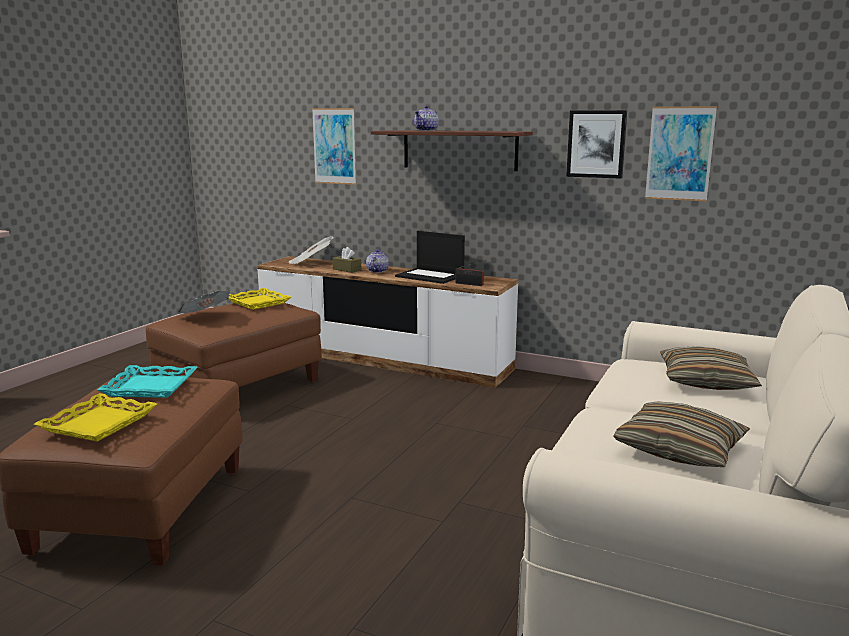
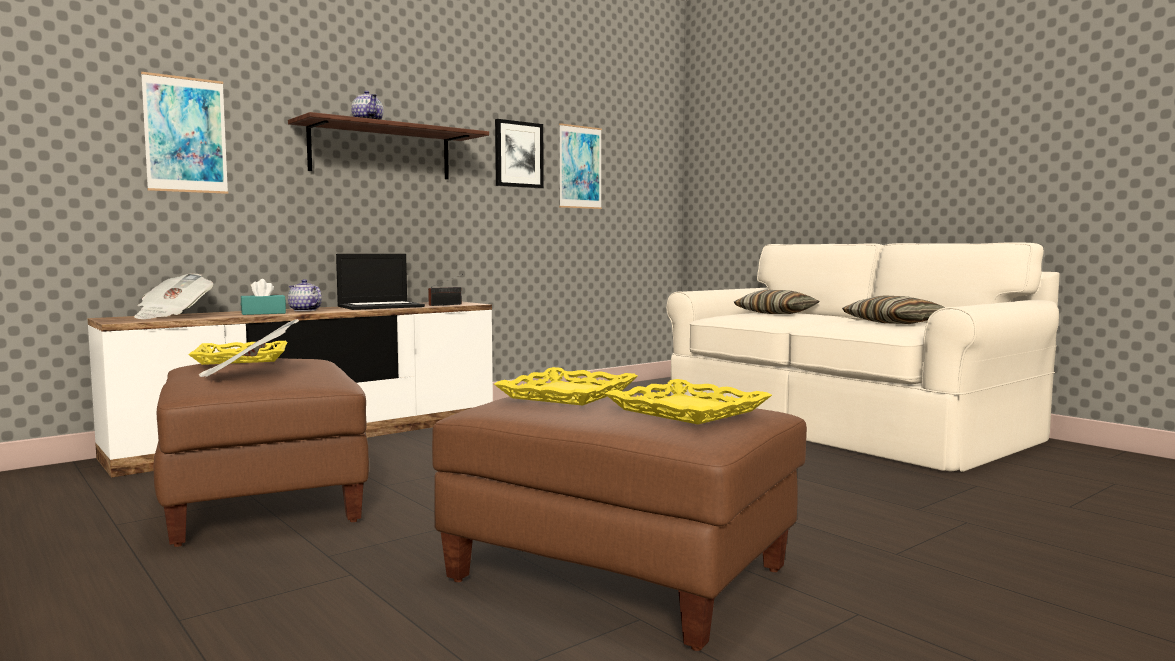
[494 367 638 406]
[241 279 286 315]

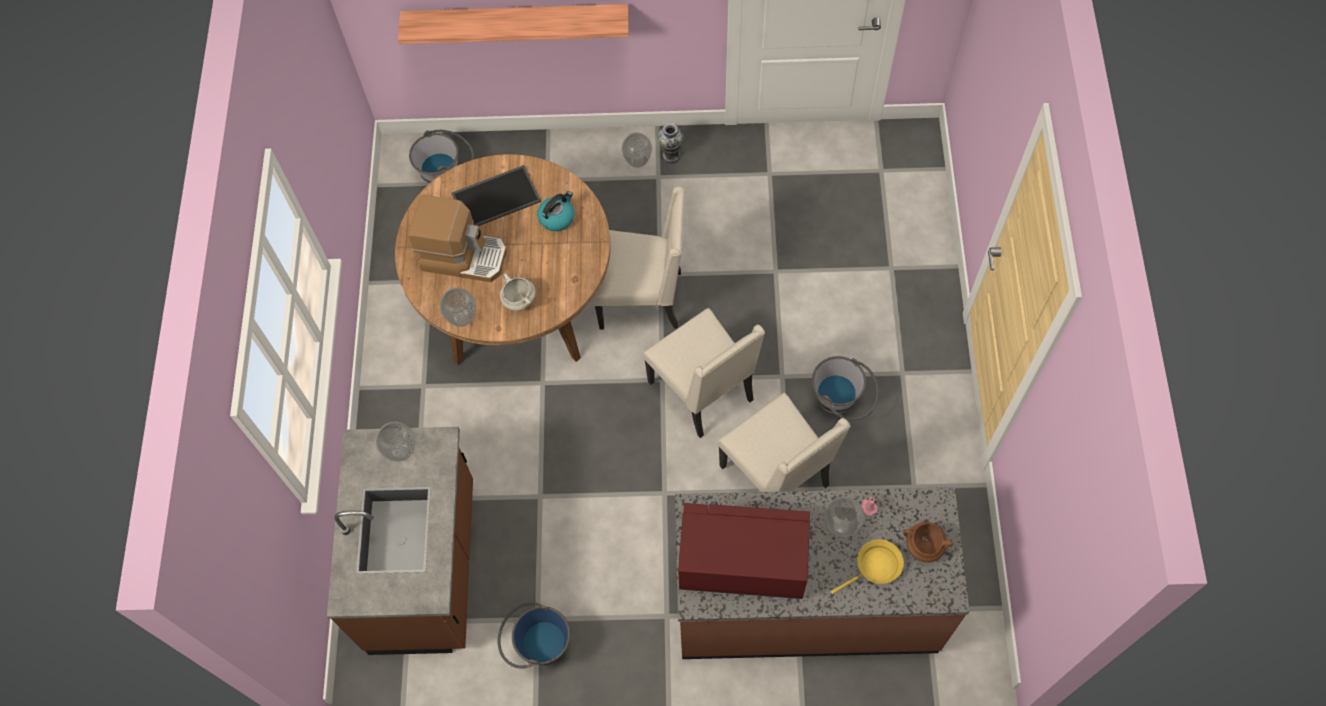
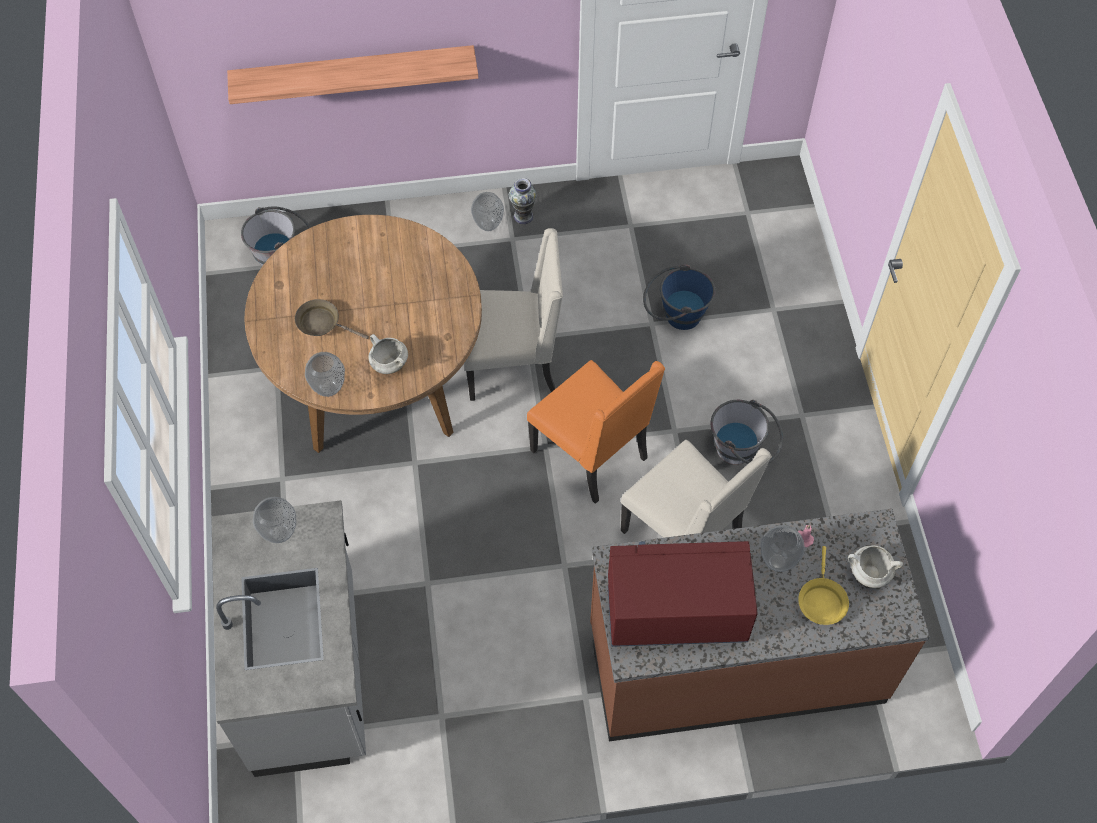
[212 500 366 777]
[295 299 369 339]
[451 165 541 226] (first image)
[643 264 715 330]
[537 191 574 231] (first image)
[527 360 665 504]
[798 546 849 625]
[848 545 903 588]

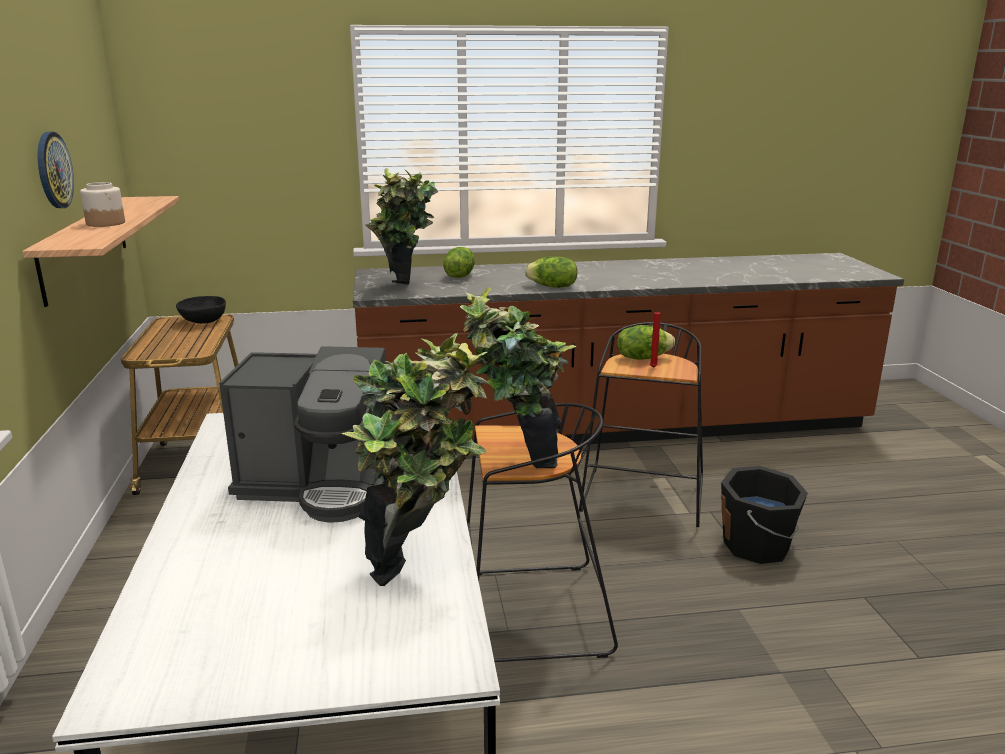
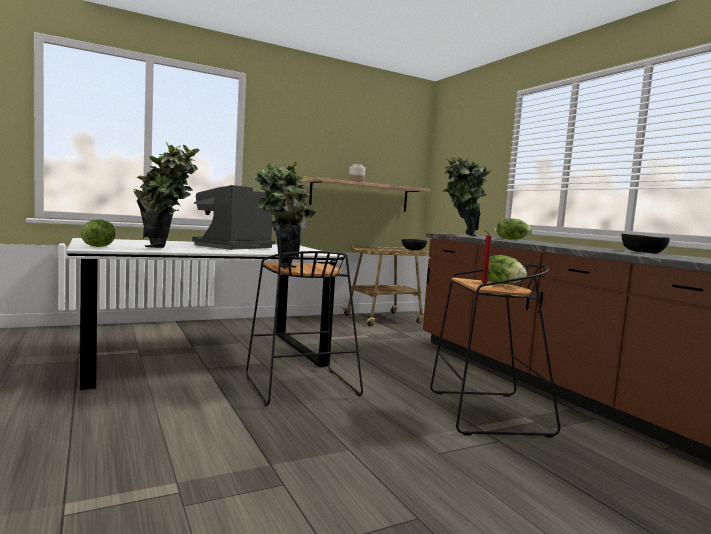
[38 132 74 208] (first image)
[192 185 275 250]
[81 219 116 247]
[721 466 808 564] (first image)
[622 234 670 254]

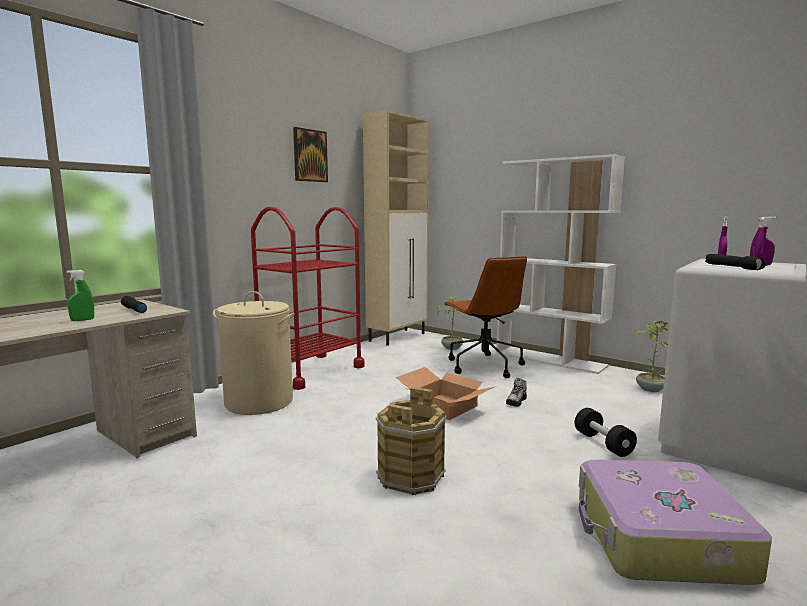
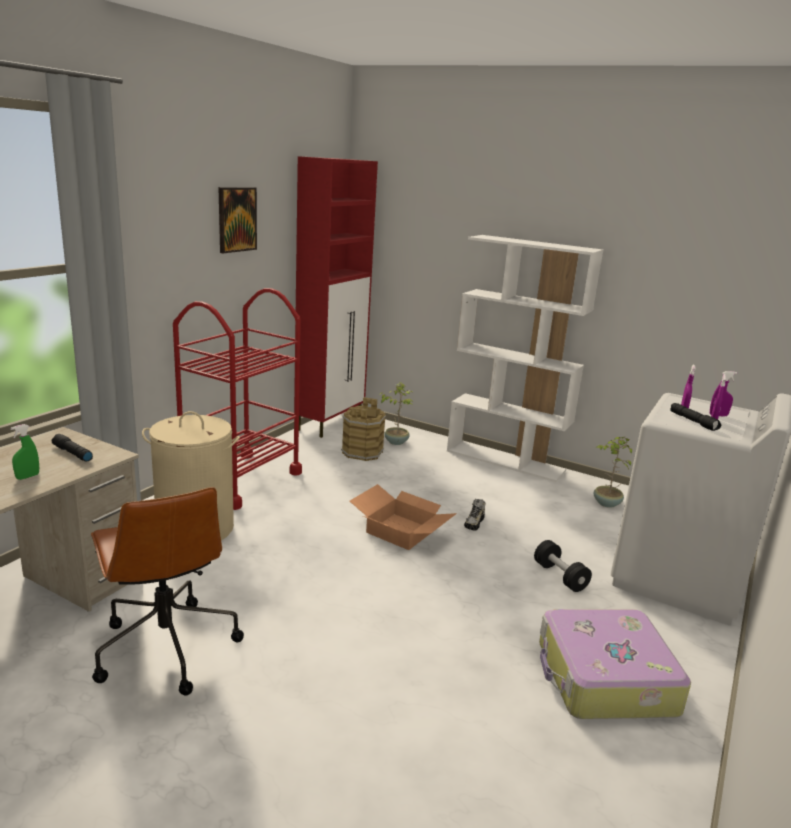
[294 156 378 438]
[341 397 386 461]
[91 487 244 696]

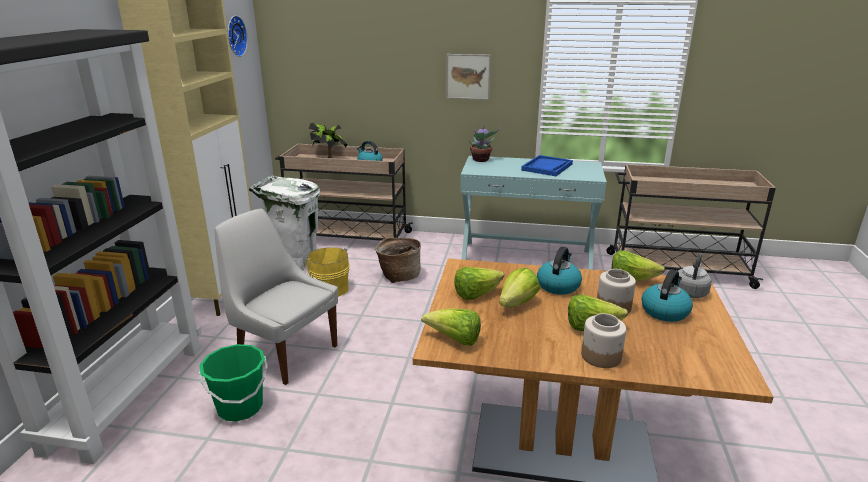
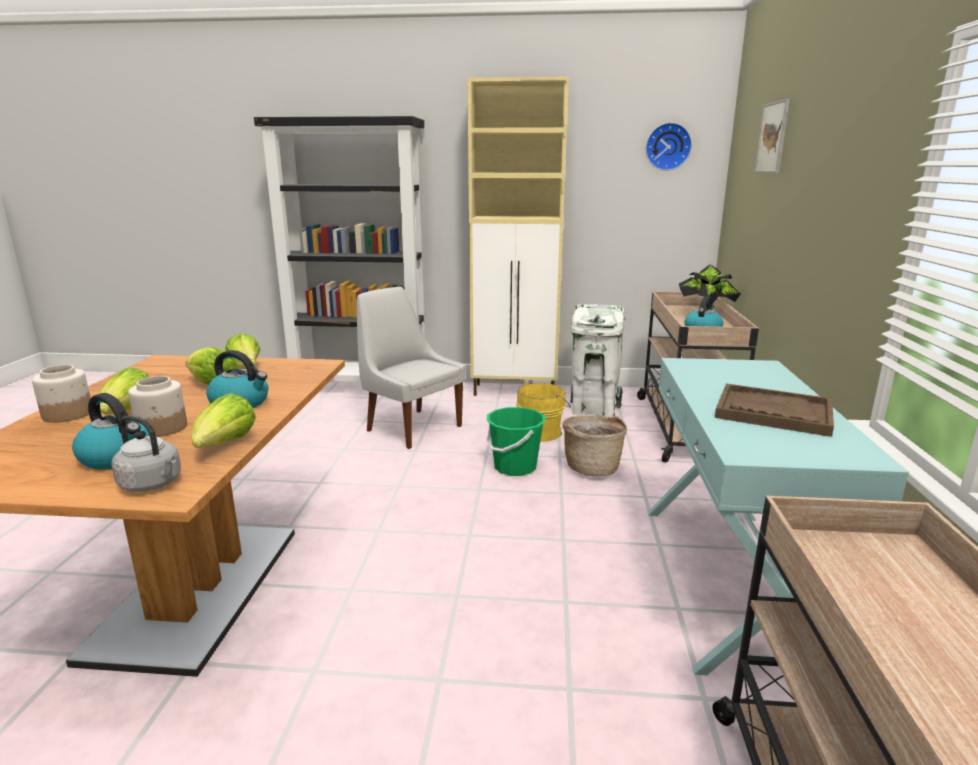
[486 407 546 476]
[357 287 466 449]
[421 308 481 346] (first image)
[755 99 790 173]
[469 124 500 162] (first image)
[715 383 834 437]

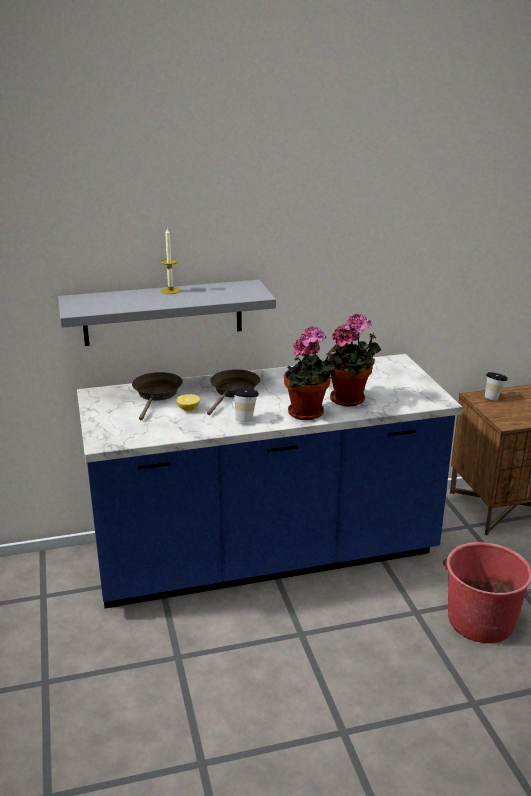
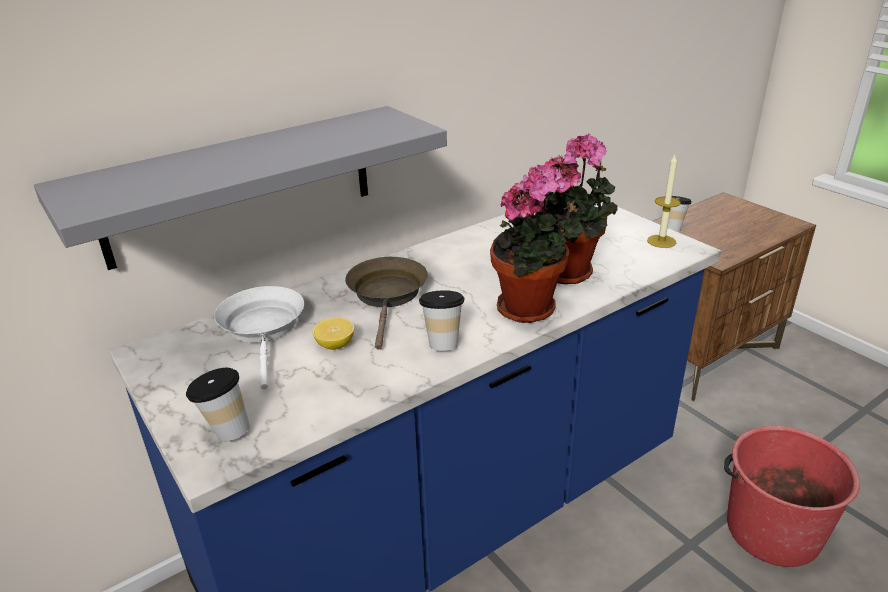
[214 286 304 390]
[647 155 681 248]
[186 368 250 441]

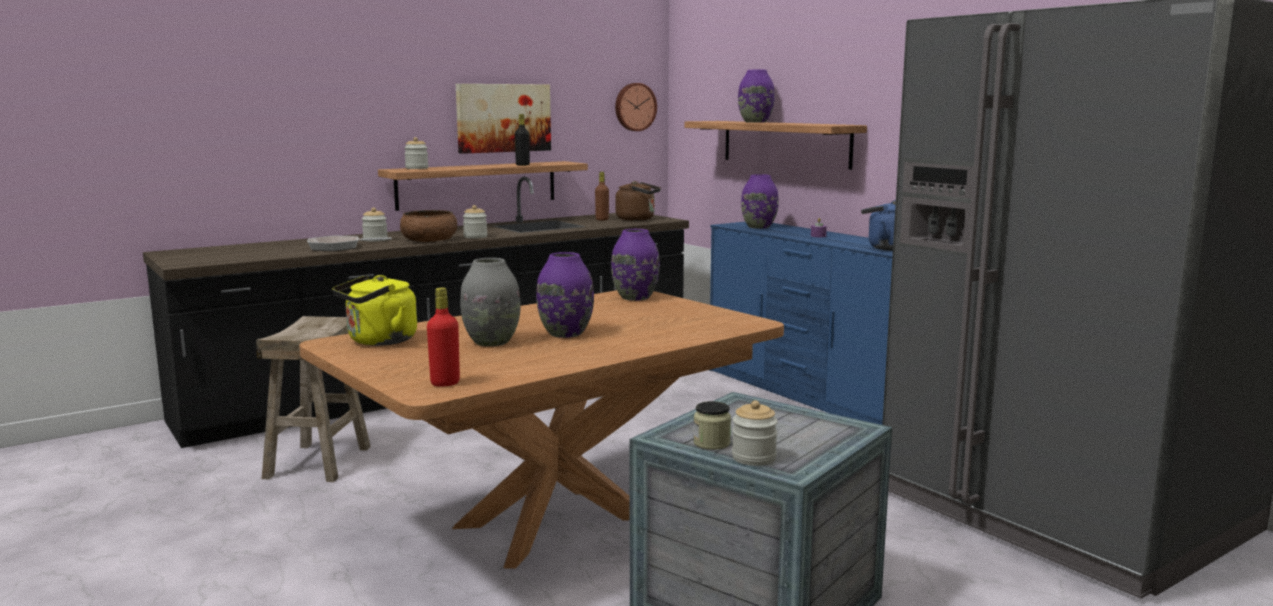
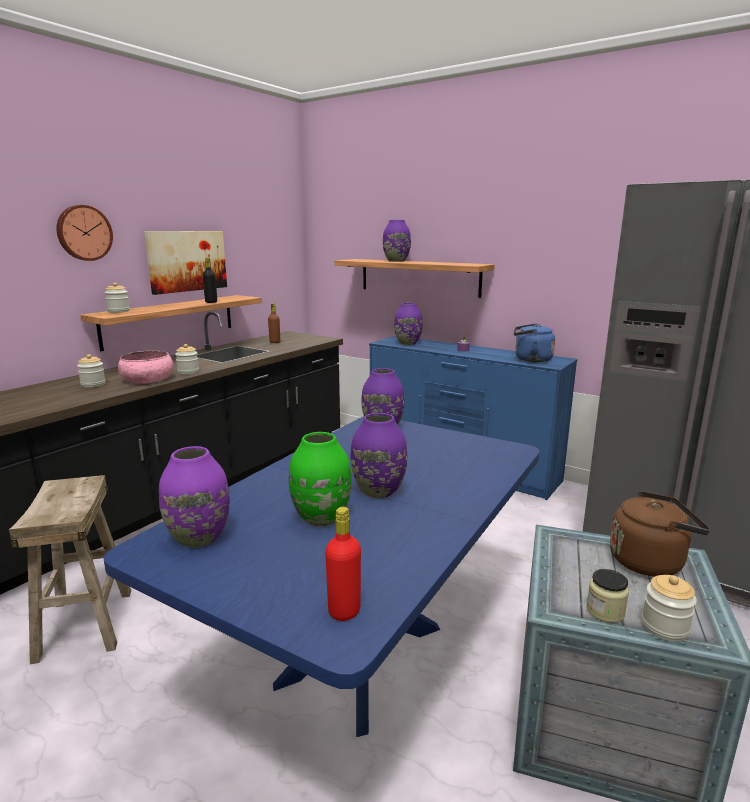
[103 416 540 737]
[307 235 392 251] (first image)
[159 446 230 548]
[118 351 174 384]
[289 432 352 527]
[56 205 113 261]
[610 491 710 577]

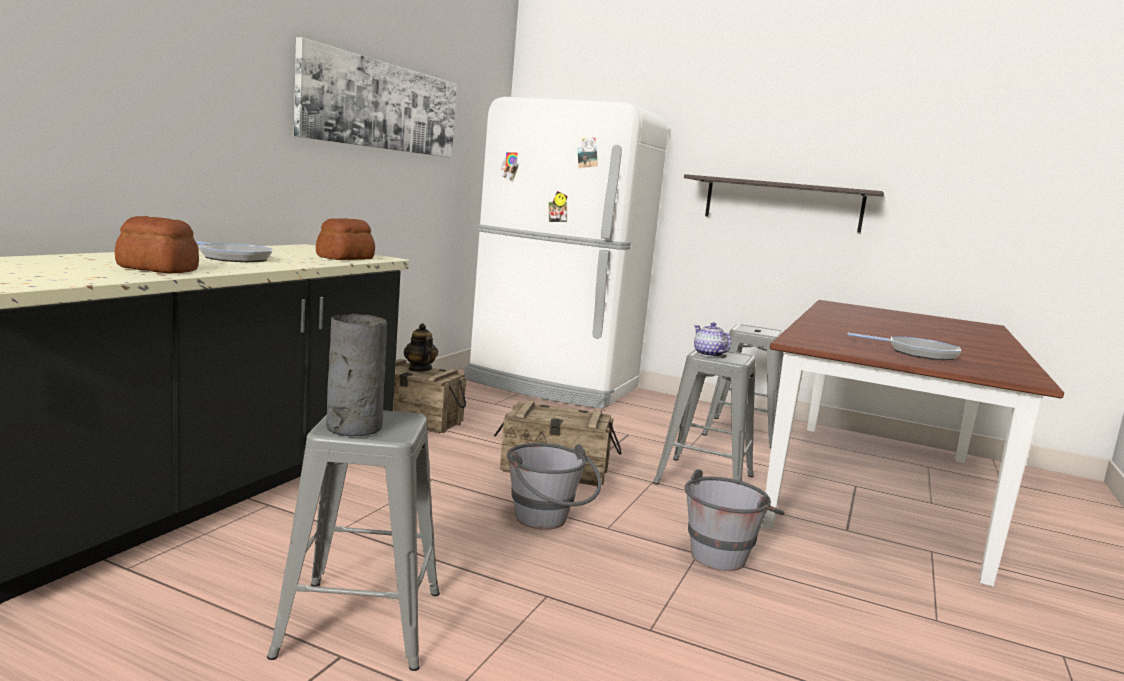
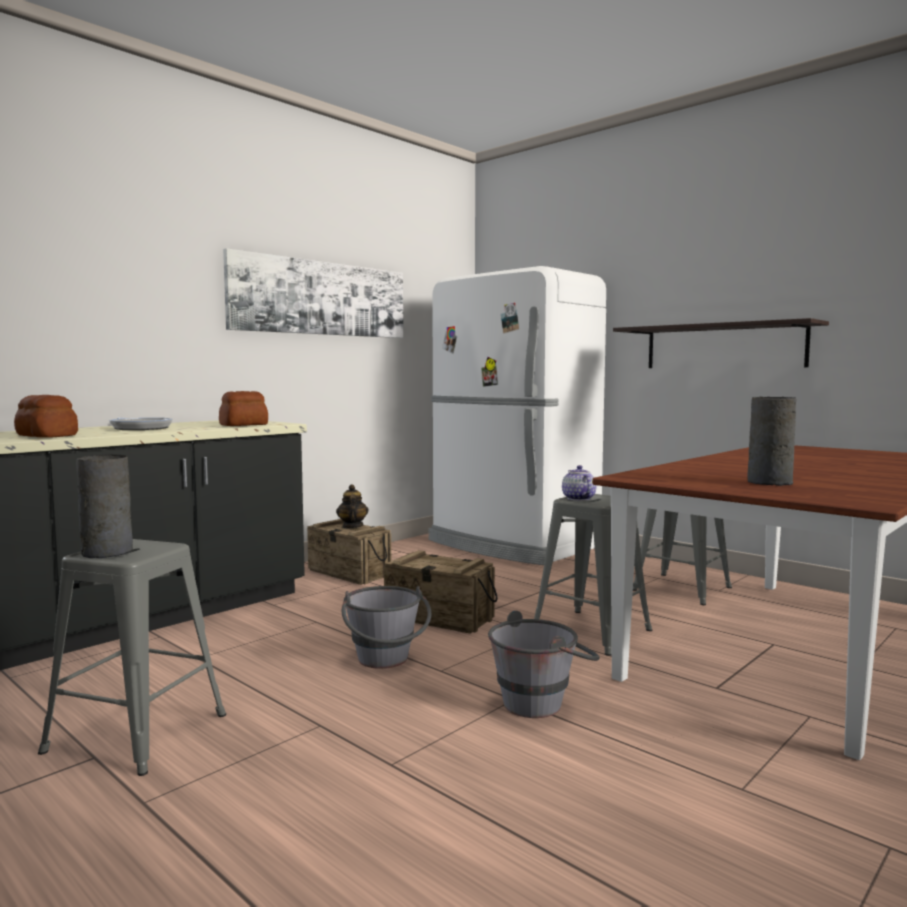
[748 397 797 486]

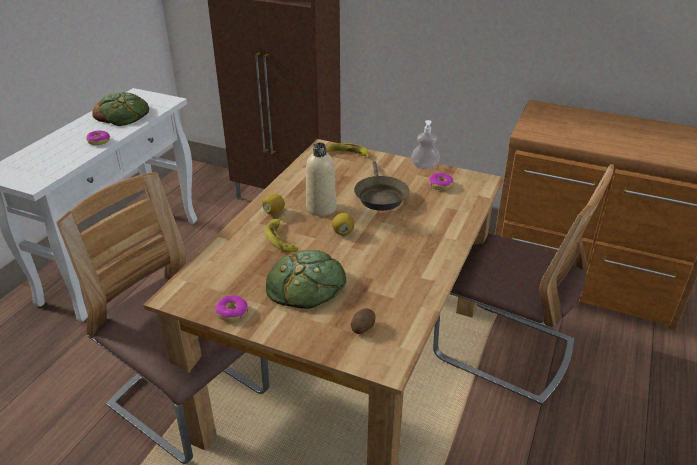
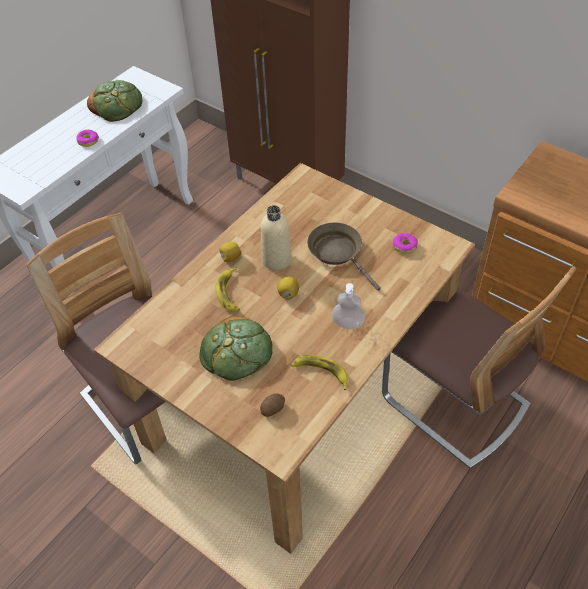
[215 295 248 322] (first image)
[291 355 348 390]
[307 222 381 291]
[332 283 365 329]

